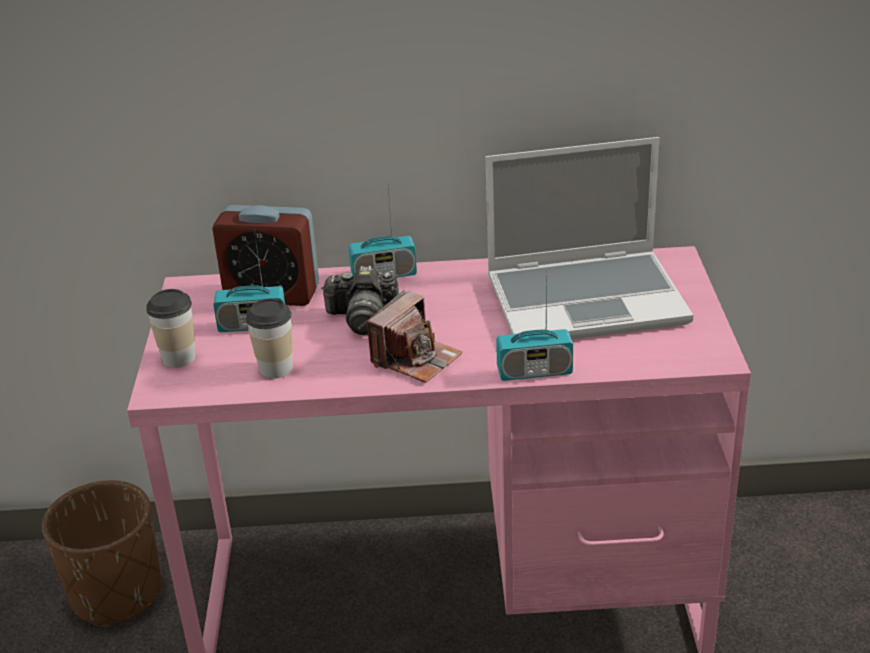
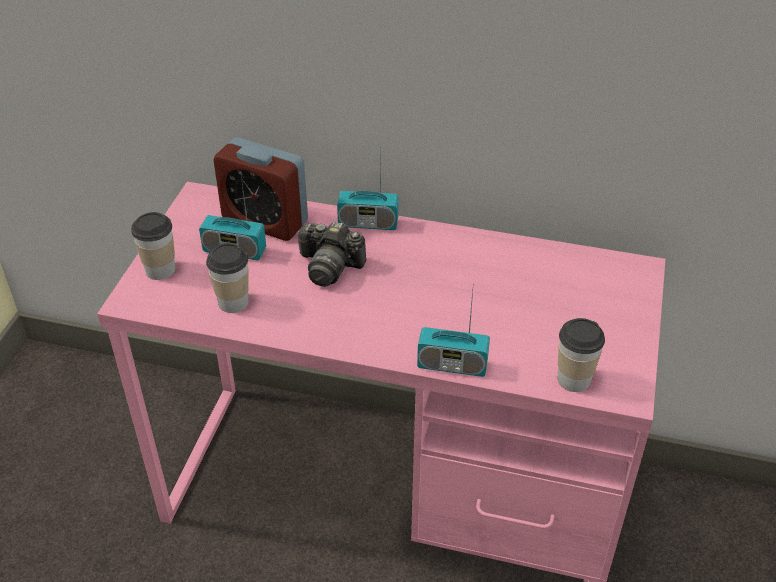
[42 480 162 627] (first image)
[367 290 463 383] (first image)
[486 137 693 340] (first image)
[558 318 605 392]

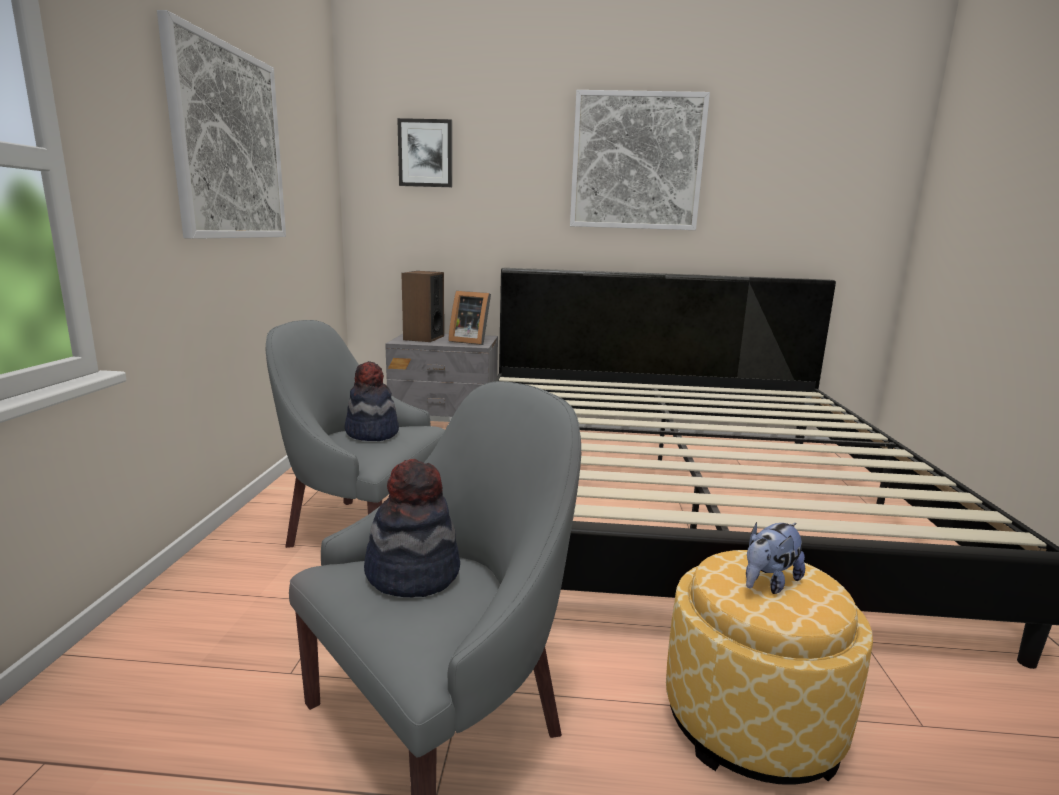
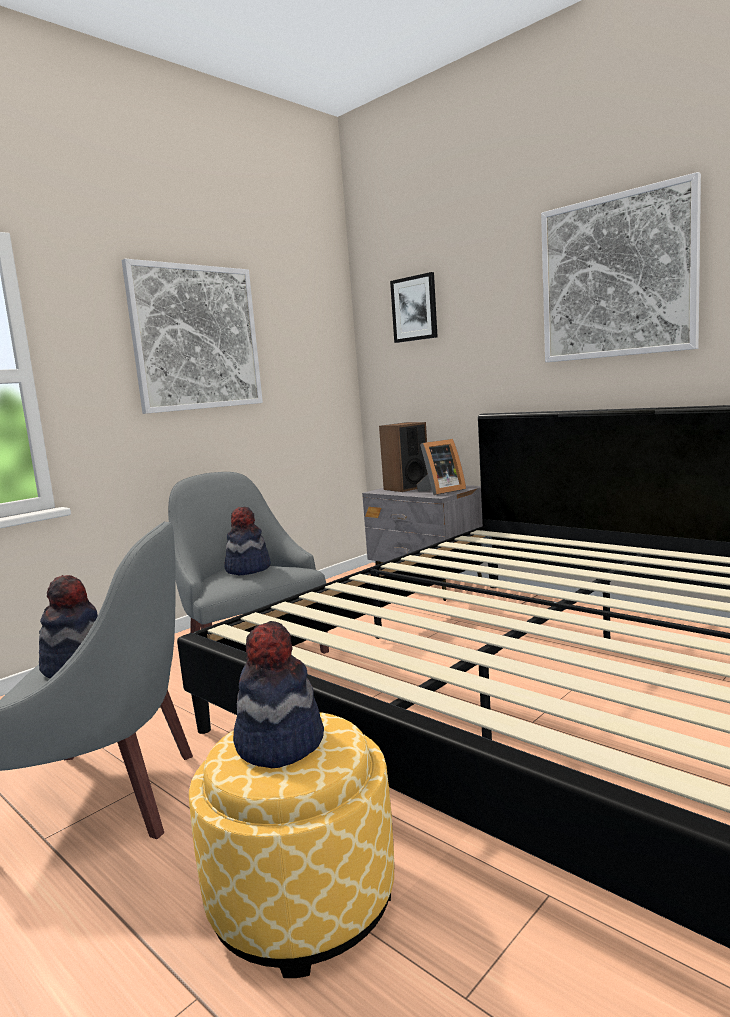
[416 439 466 495]
[233 621 324 768]

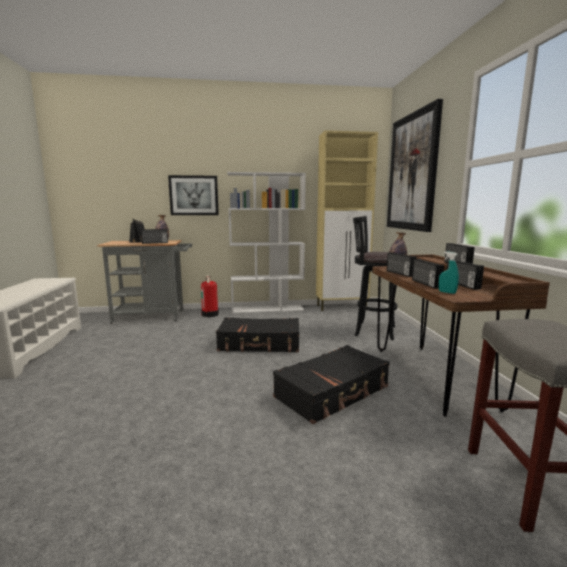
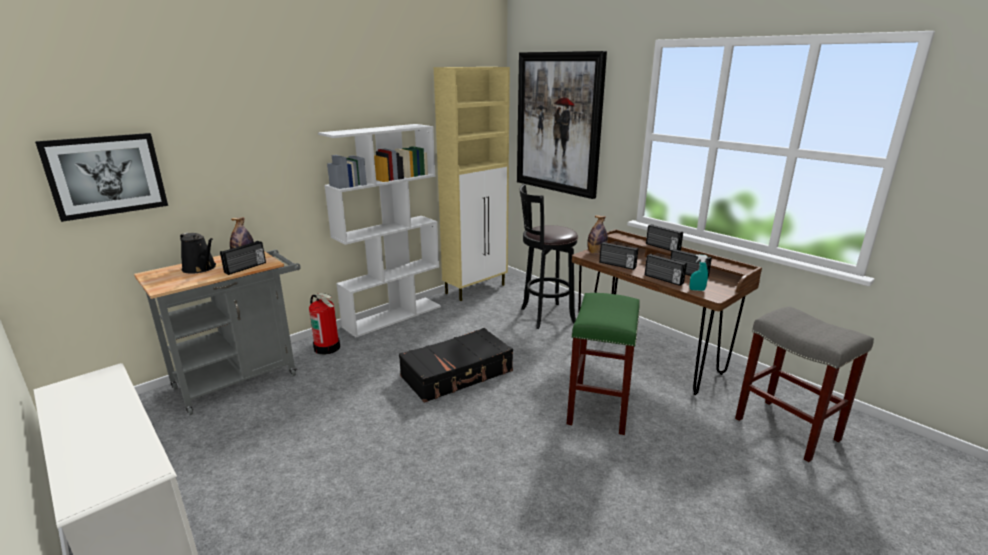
[35 133 168 222]
[567 293 640 435]

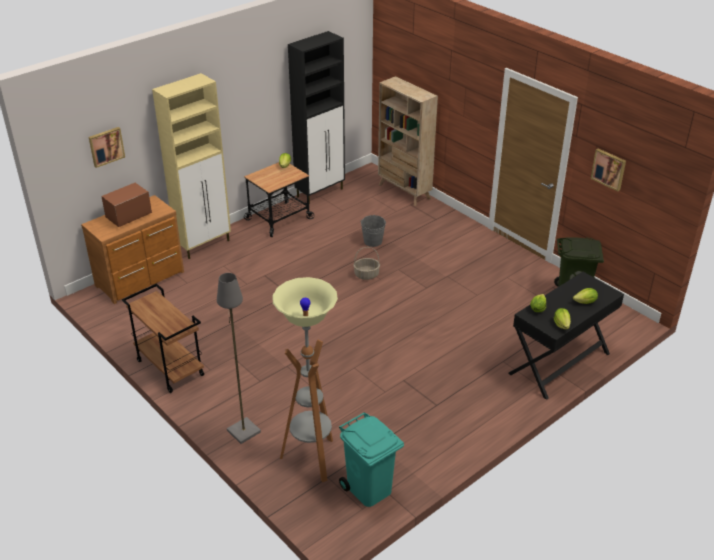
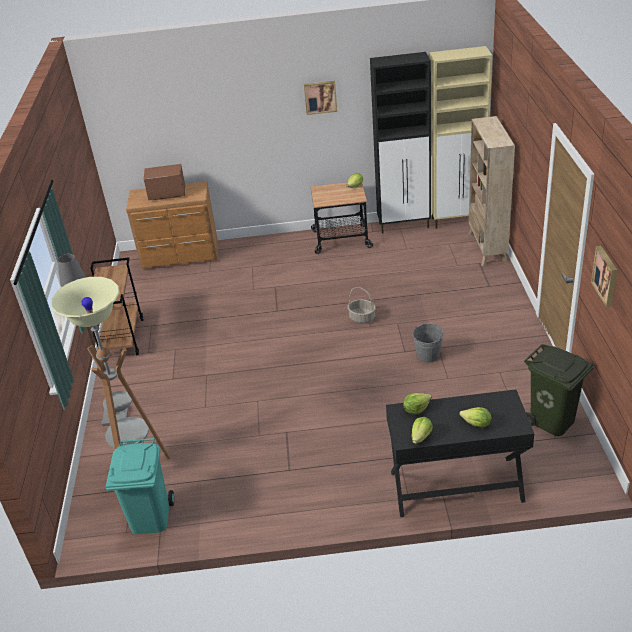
[304 81 337 115]
[430 46 492 229]
[413 323 444 363]

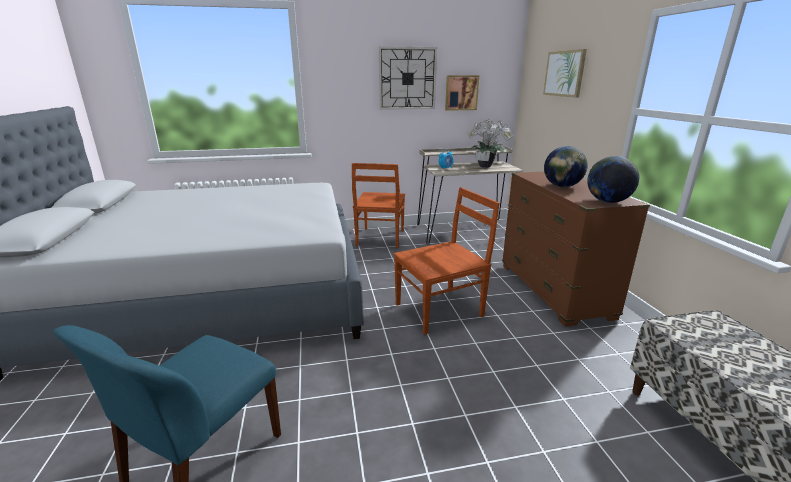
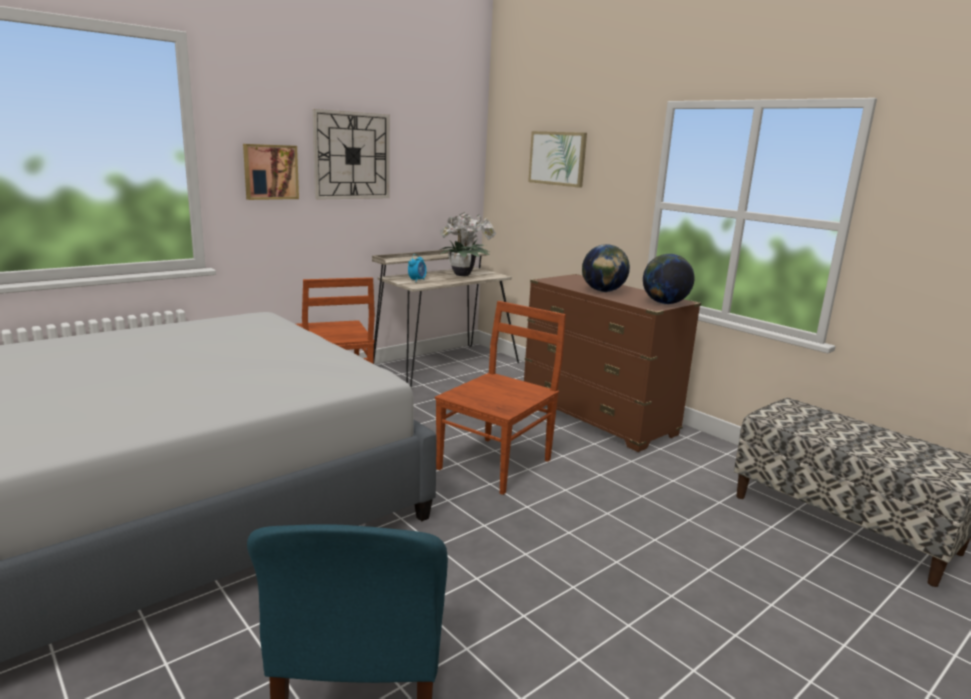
[243 144 299 200]

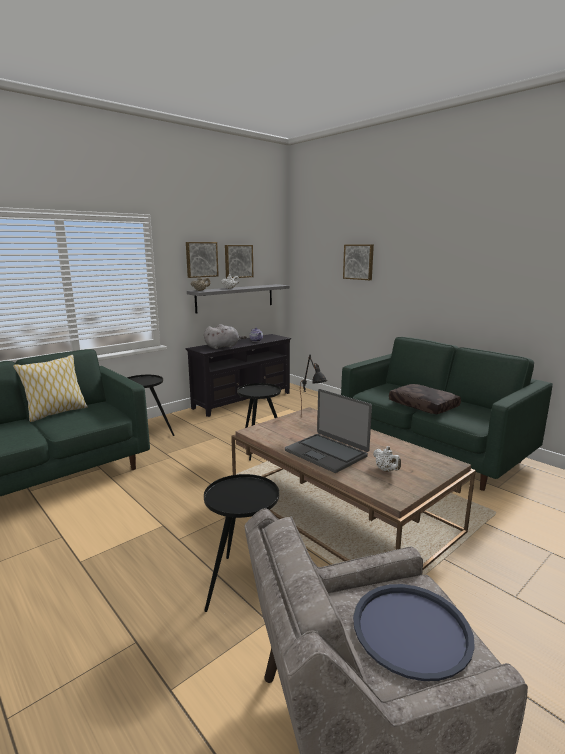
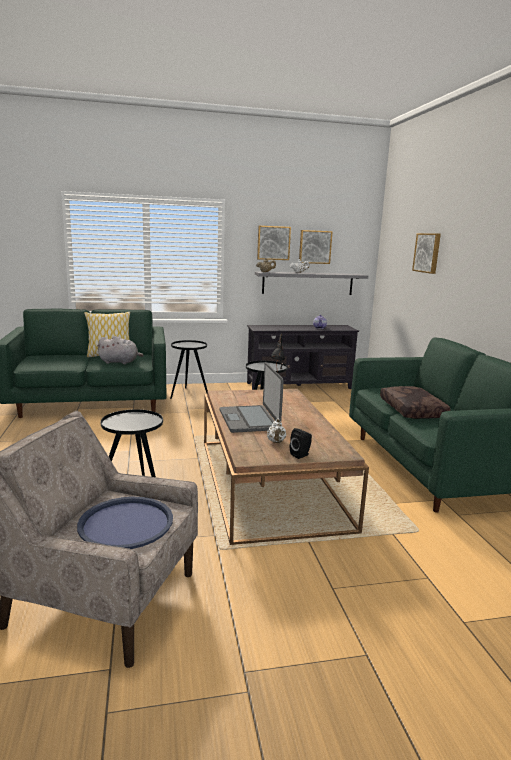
[96 336 144 364]
[290 428 312 459]

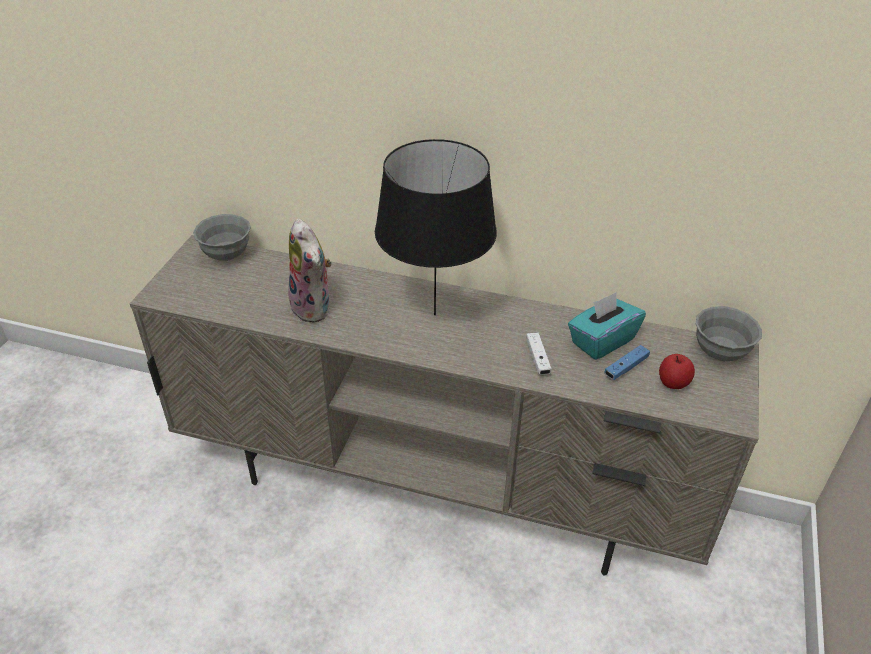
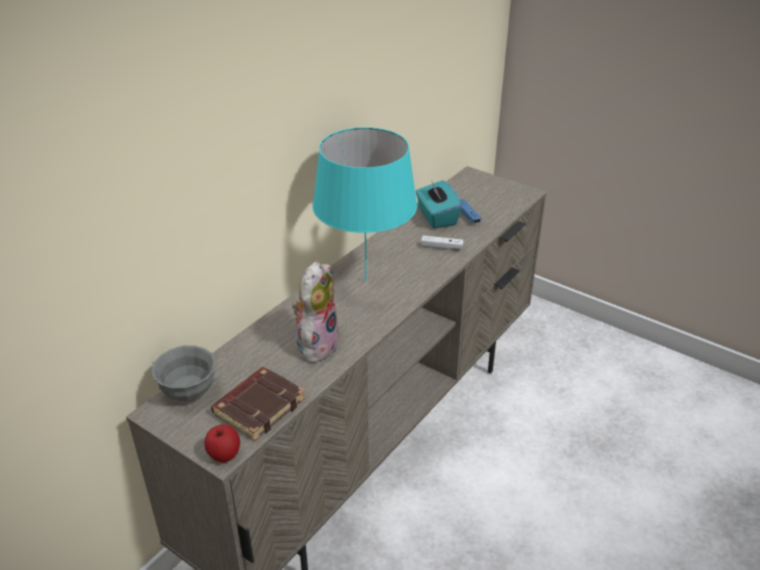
[292 261 340 363]
[312 127 417 282]
[204 425 240 463]
[696 306 762 361] (first image)
[211 367 305 441]

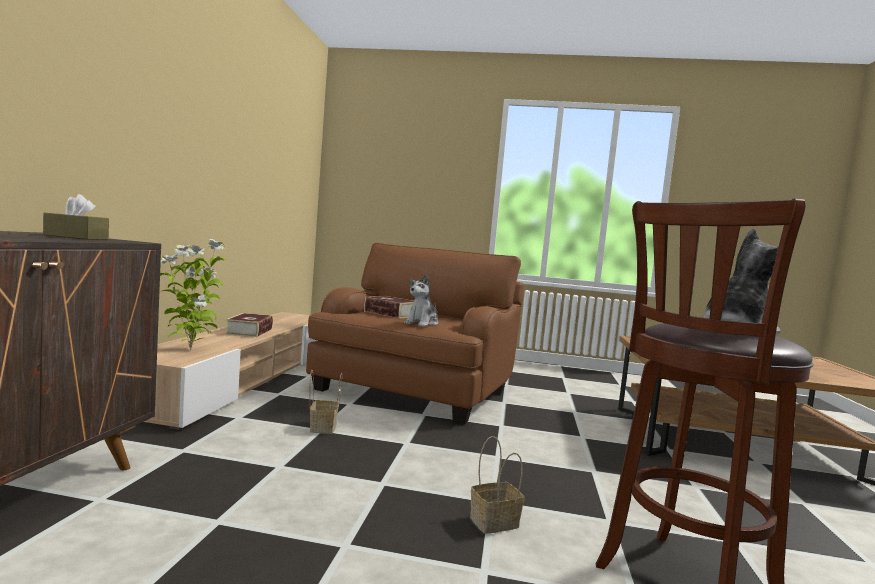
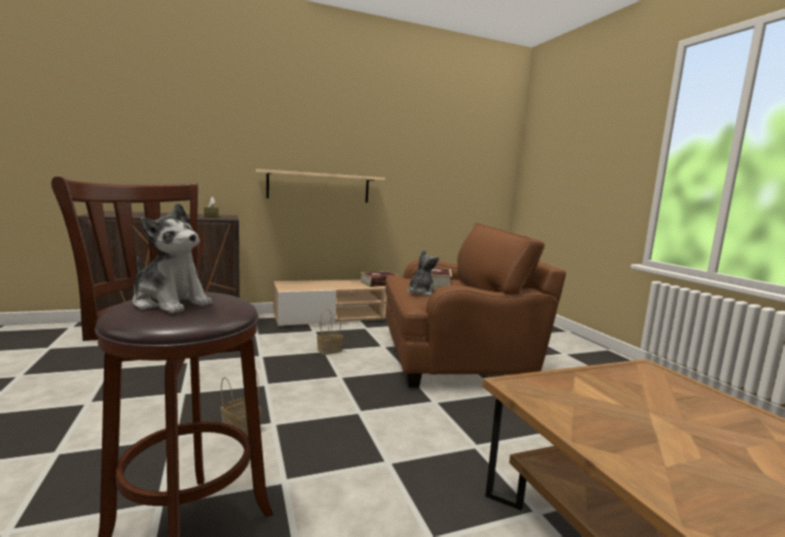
[160 239 226 351] (first image)
[407 249 439 296]
[256 169 385 203]

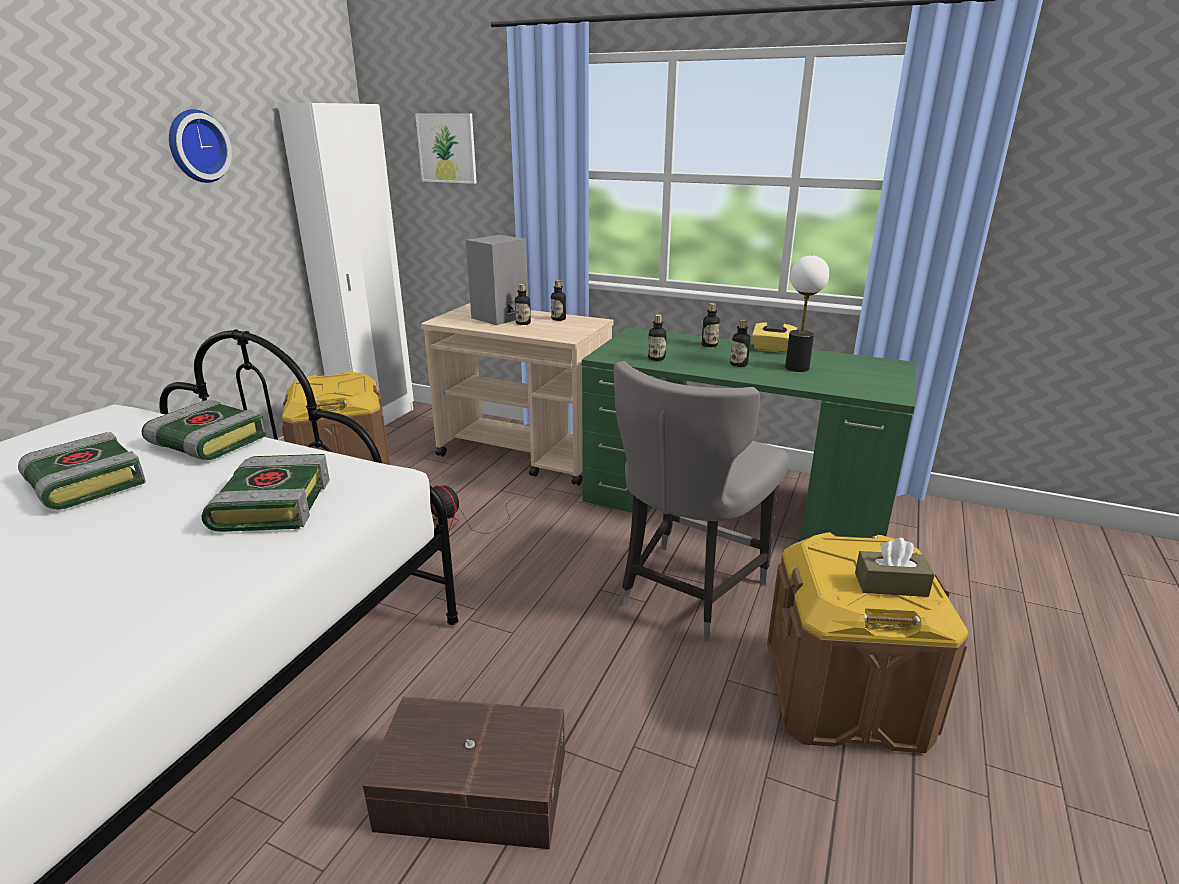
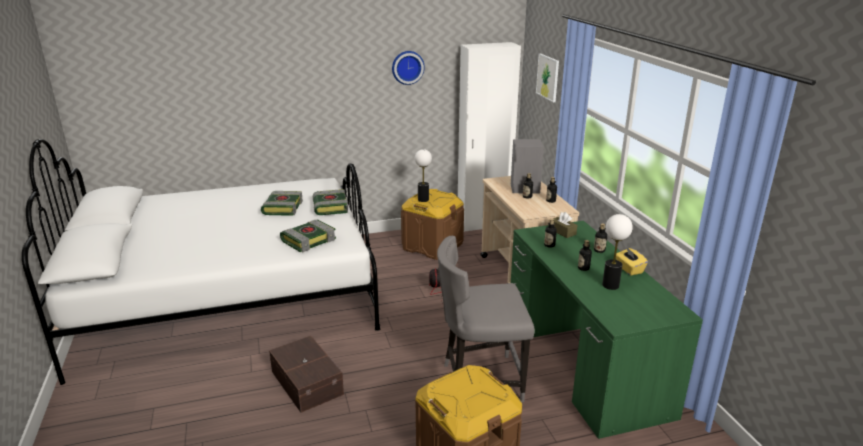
[553 212 577 238]
[415 149 432 202]

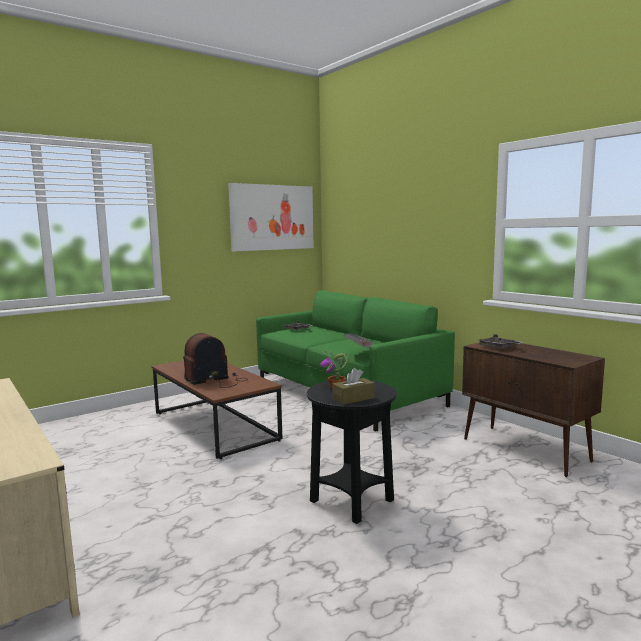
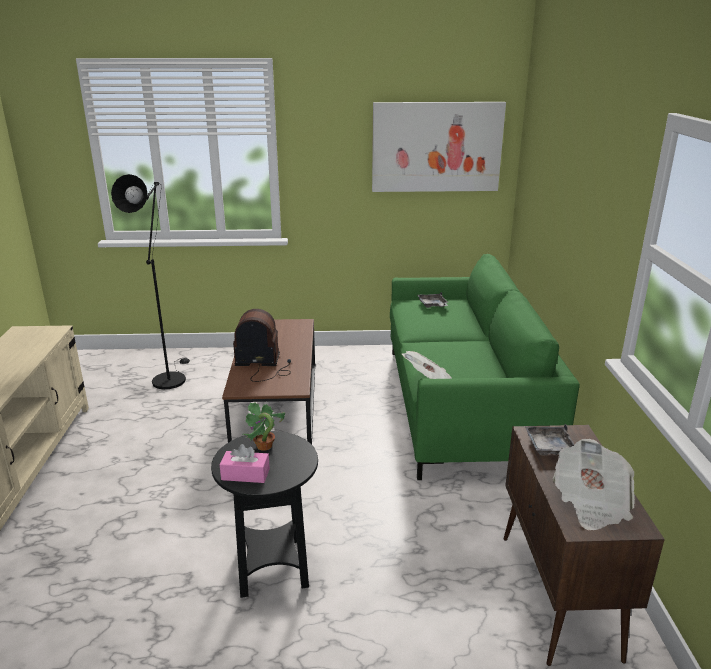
[220 444 270 483]
[111 174 190 389]
[553 439 635 530]

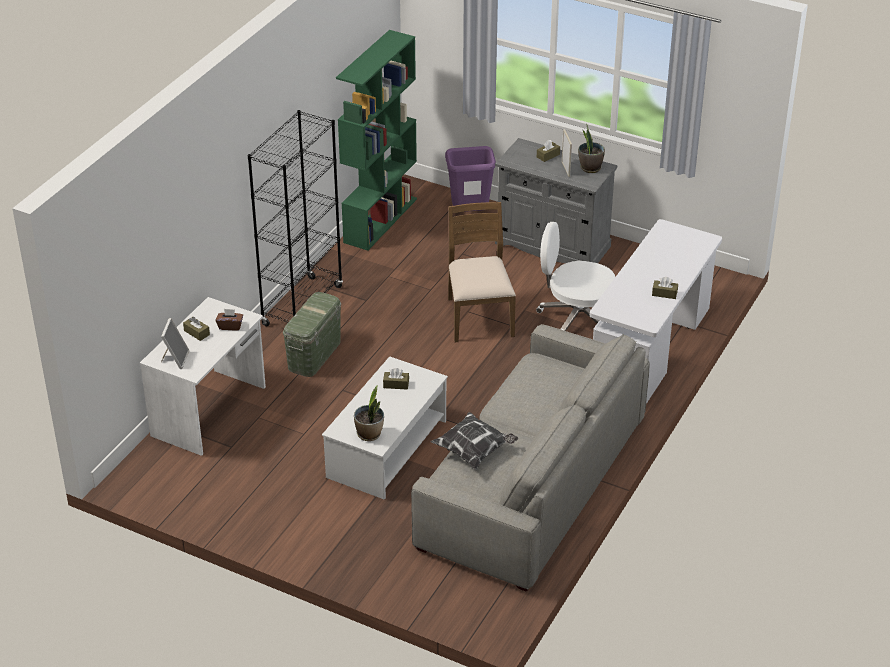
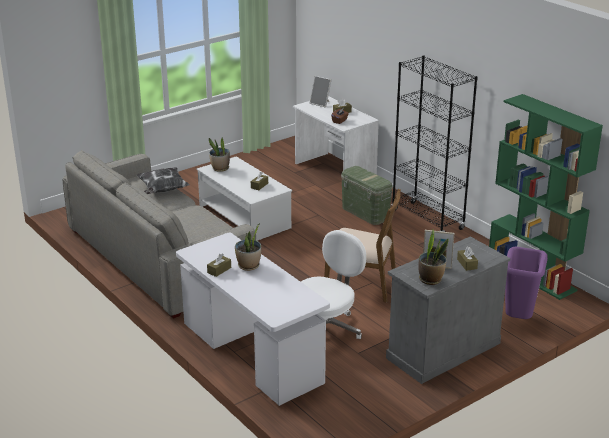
[235 223 261 271]

